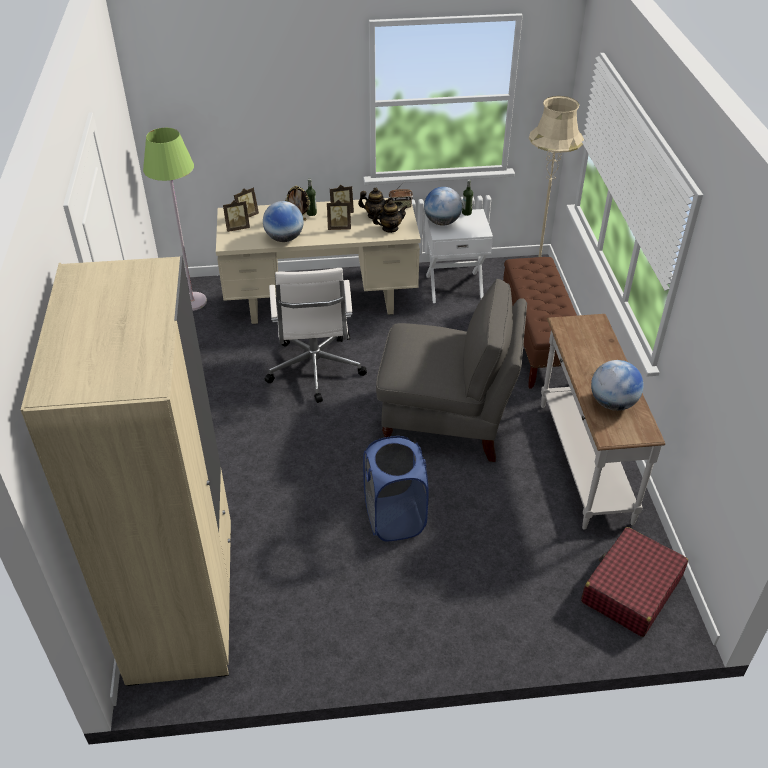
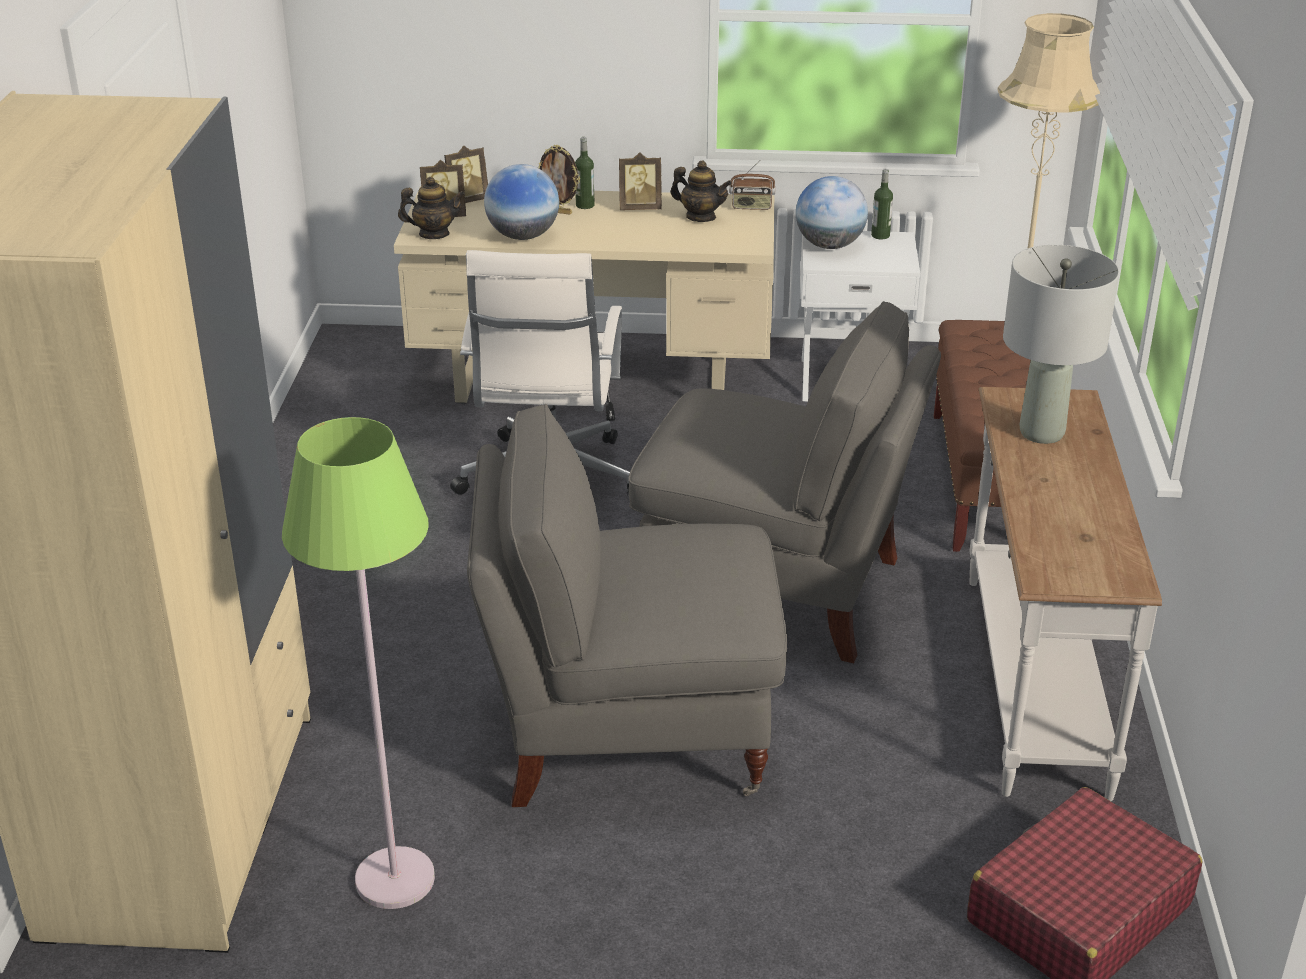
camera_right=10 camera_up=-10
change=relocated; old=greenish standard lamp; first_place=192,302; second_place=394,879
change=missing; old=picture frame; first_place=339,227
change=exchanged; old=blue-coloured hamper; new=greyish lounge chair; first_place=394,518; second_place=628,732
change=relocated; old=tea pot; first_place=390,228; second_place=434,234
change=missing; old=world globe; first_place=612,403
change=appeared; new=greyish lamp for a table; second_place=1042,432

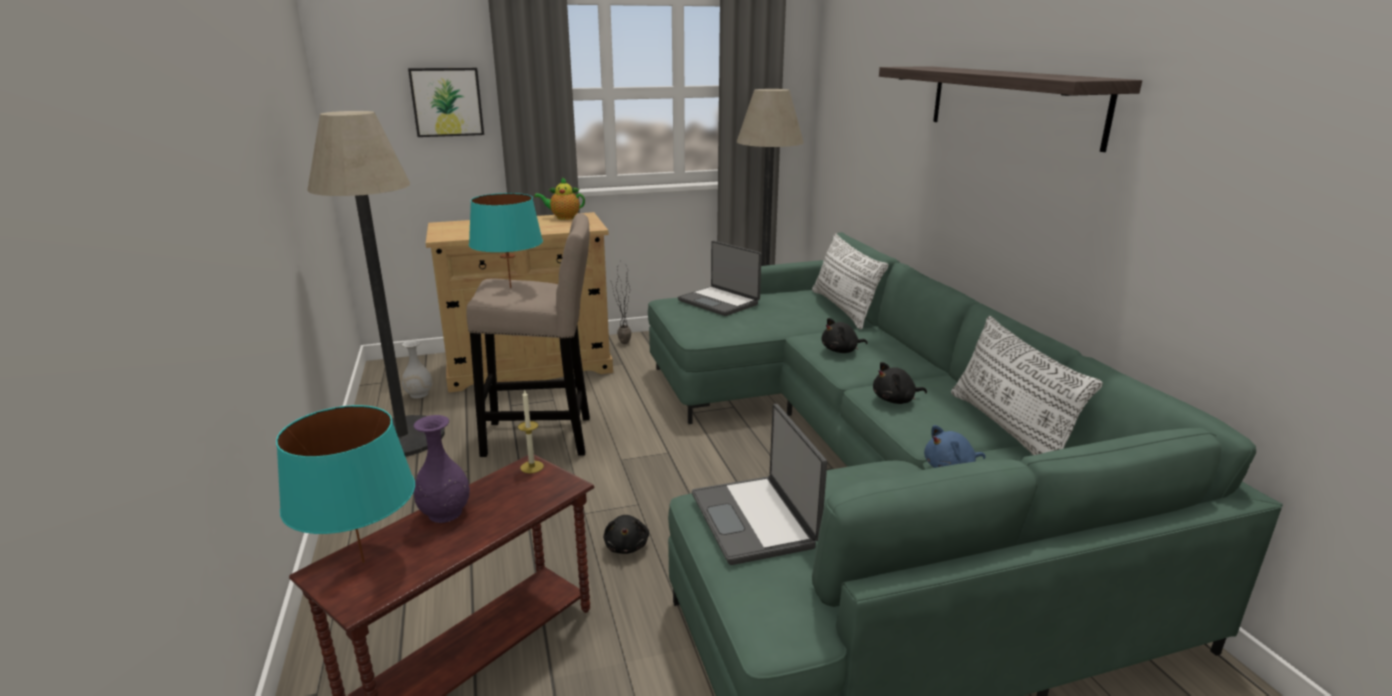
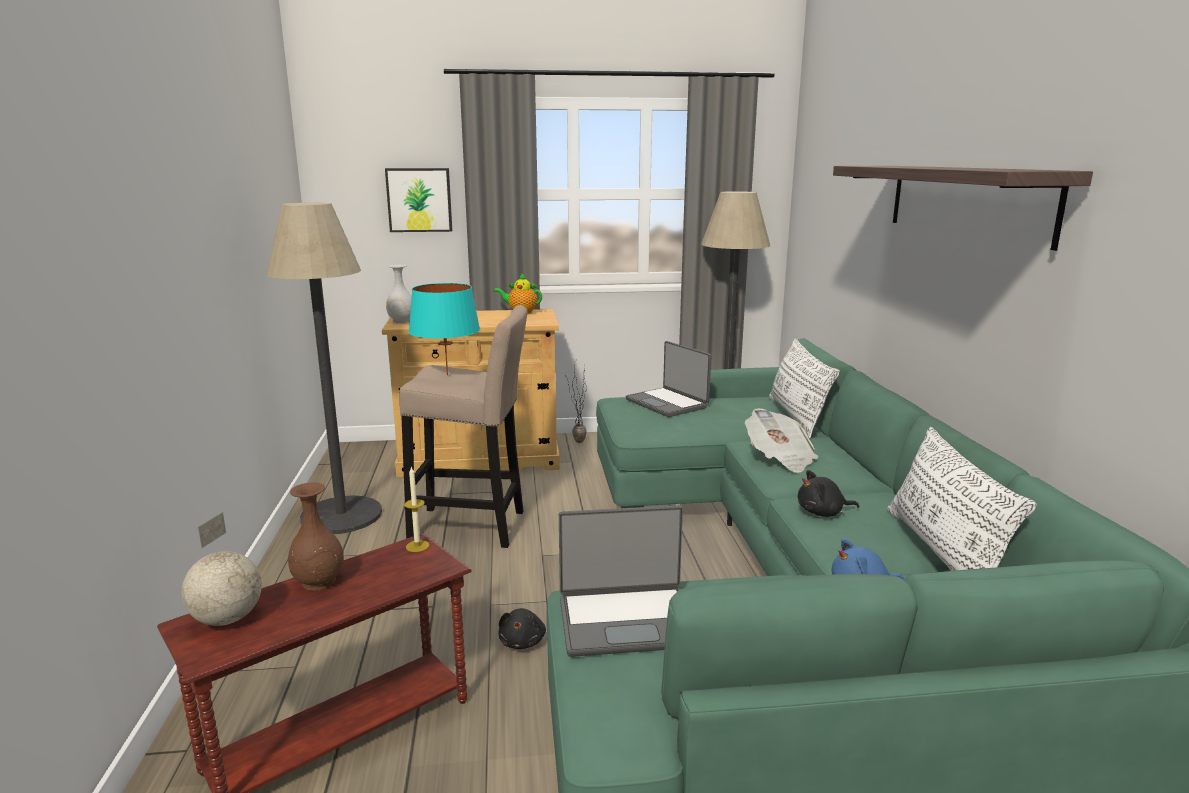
camera_right=10 camera_up=-5
change=exchanged; old=turquoise lamp for a table; new=world globe; first_place=363,562; second_place=226,619
change=relocated; old=whitish decorative vase; first_place=419,394; second_place=401,321
change=colour; old=purple-coloured decorative vase; new=brown decorative vase; first_place=444,513; second_place=318,582
change=spun; old=portable computer; first_place=755,520; second_place=626,621; degrees=-90
change=exchanged; old=black plush toy; new=daily paper; first_place=841,350; second_place=780,458

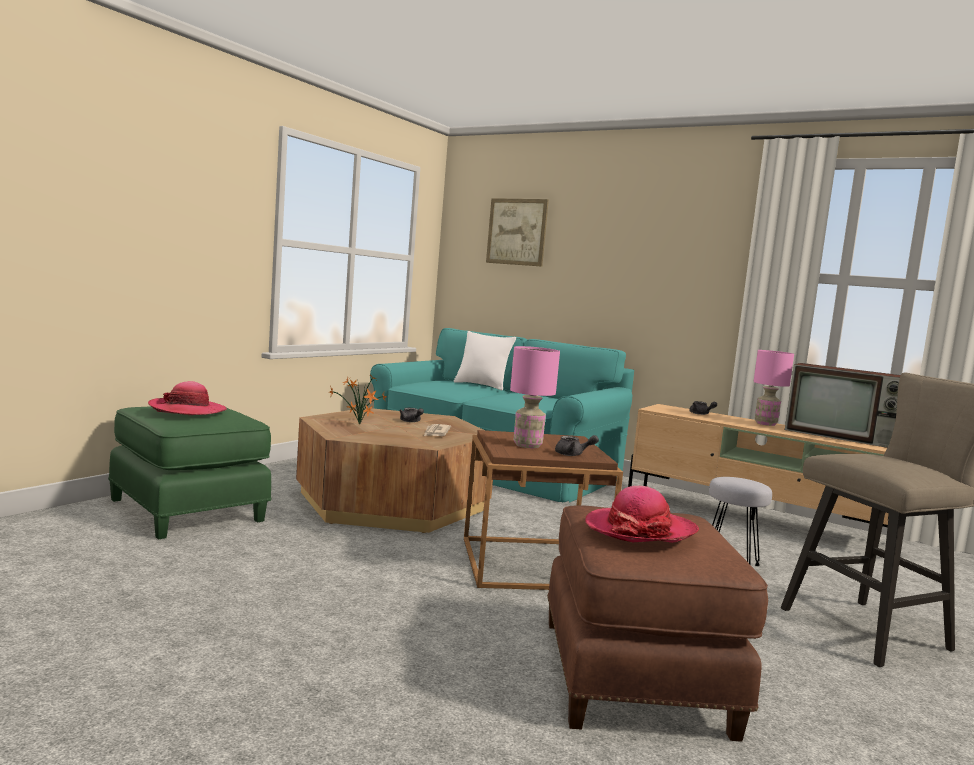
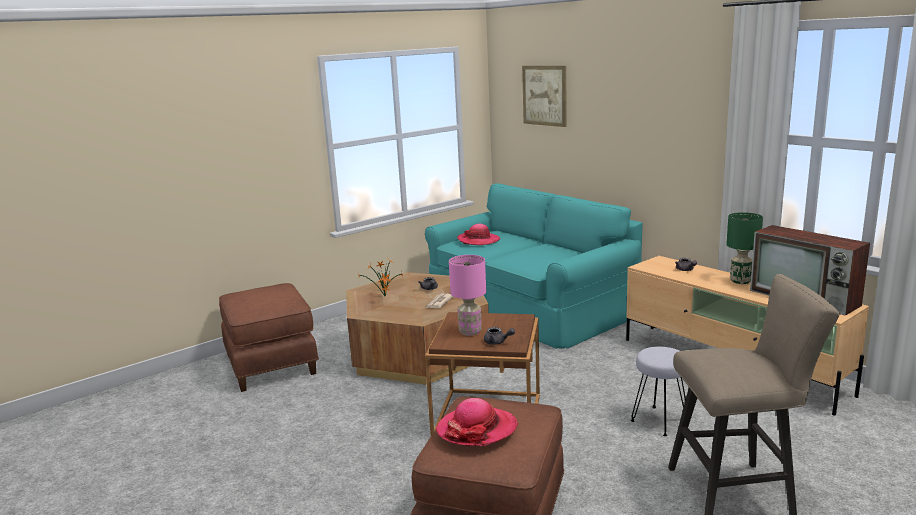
camera_right=20 camera_up=10
change=colour; old=greenish pouffe; new=brown pouffe; first_place=189,510; second_place=272,363
change=relocated; old=wearable hat; first_place=187,410; second_place=478,240
change=missing; old=whitish pillow; first_place=481,385
change=colour; old=pink lamp for a table; new=greenish lamp for a table; first_place=766,424; second_place=741,281

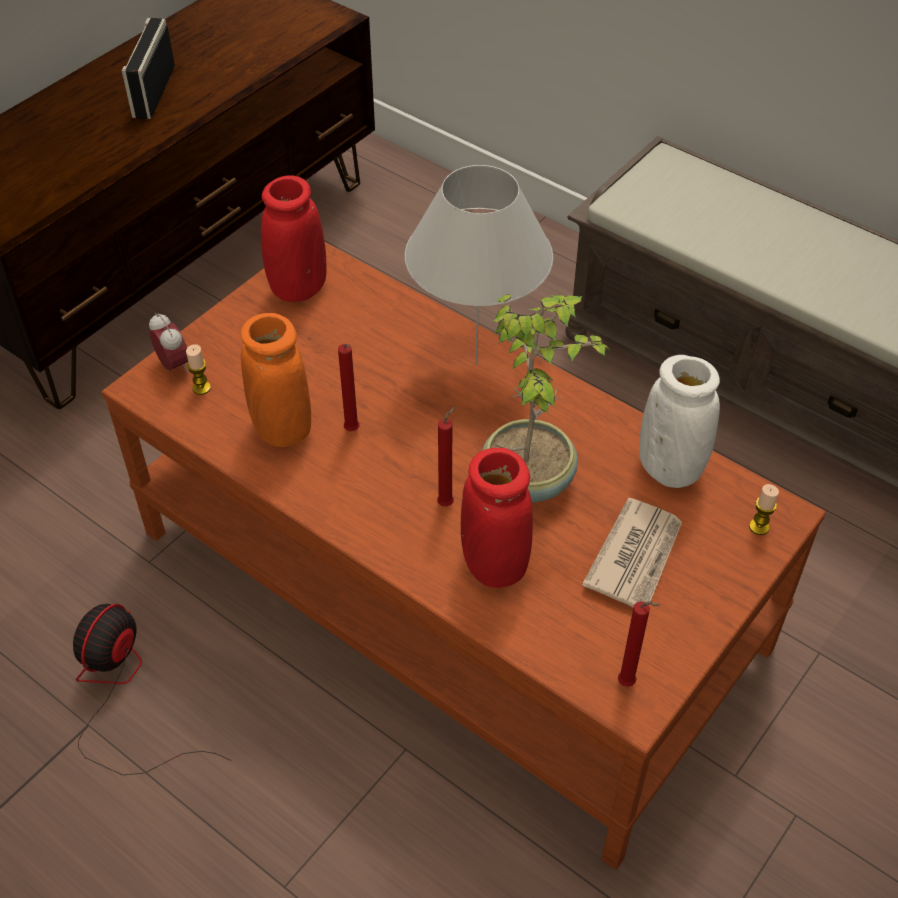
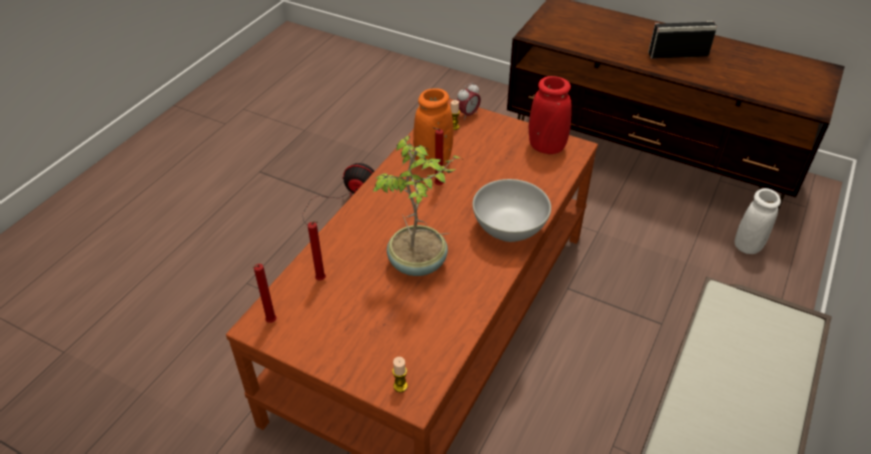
camera_right=80 camera_up=-5
change=exchanged; old=whitish lamp for a table; new=whitish bowl; first_place=476,364; second_place=508,229
change=relocated; old=red wax candle; first_place=447,502; second_place=322,280
change=missing; old=red decorative vase; first_place=494,564
change=missing; old=daily paper; first_place=636,556
change=relocated; old=whitish decorative vase; first_place=670,468; second_place=748,246

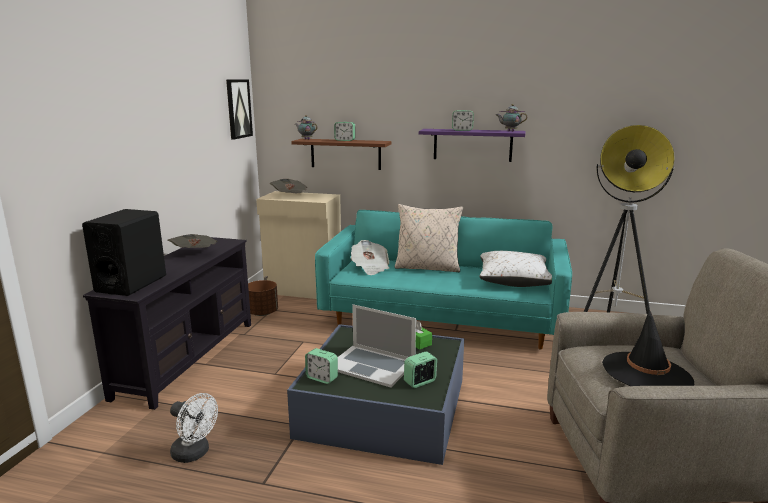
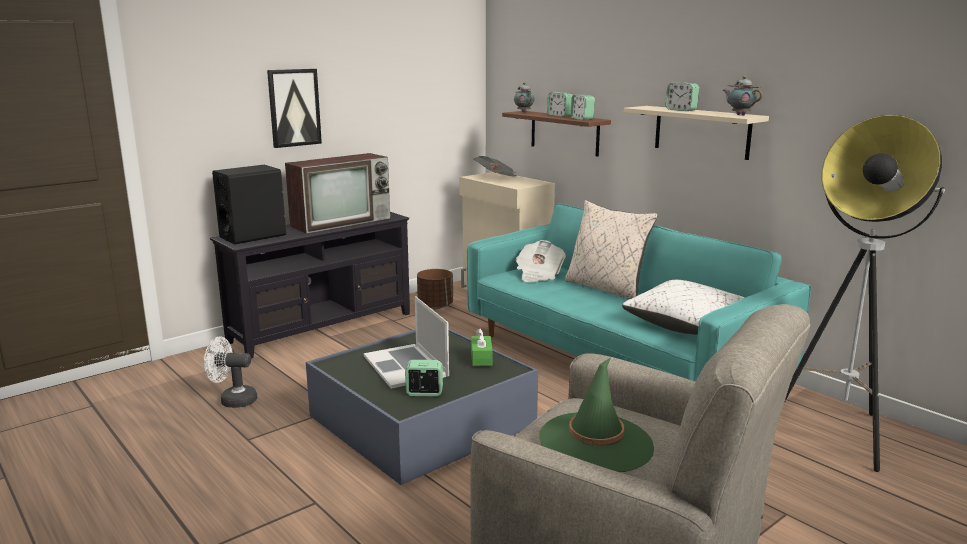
camera_right=35 camera_up=0
change=exchanged; old=daily paper; new=television; first_place=195,254; second_place=342,222
change=spun; old=whitish fan; first_place=195,453; second_place=233,400; degrees=120
change=relocated; old=wall picture; first_place=238,108; second_place=294,107
change=relocated; old=bedside clock; first_place=322,378; second_place=582,119
change=colour; old=purple-coloured shelf; new=beige-coloured shelf; first_place=472,145; second_place=701,132
change=colour; old=black wearable hat; new=greenish wearable hat; first_place=646,373; second_place=596,443

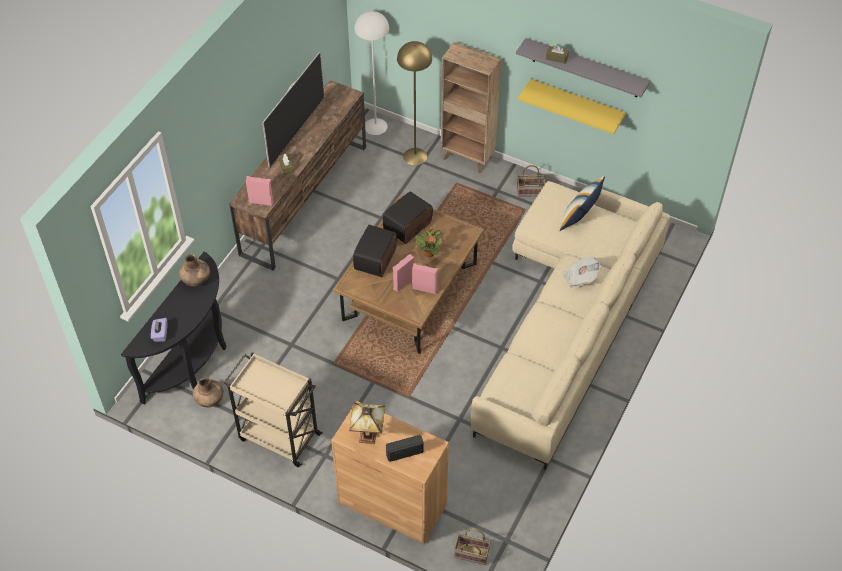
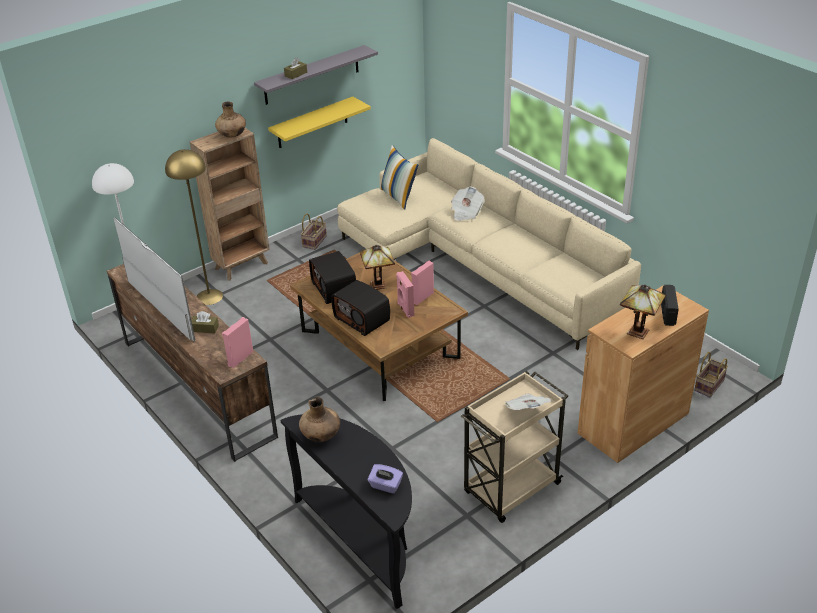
camera_right=-65 camera_up=-15
change=relocated; old=brown decorative vase; first_place=210,399; second_place=232,135
change=exchanged; old=houseplant; new=lamp for a table; first_place=429,253; second_place=379,284
change=appeared; new=daily paper; second_place=526,410

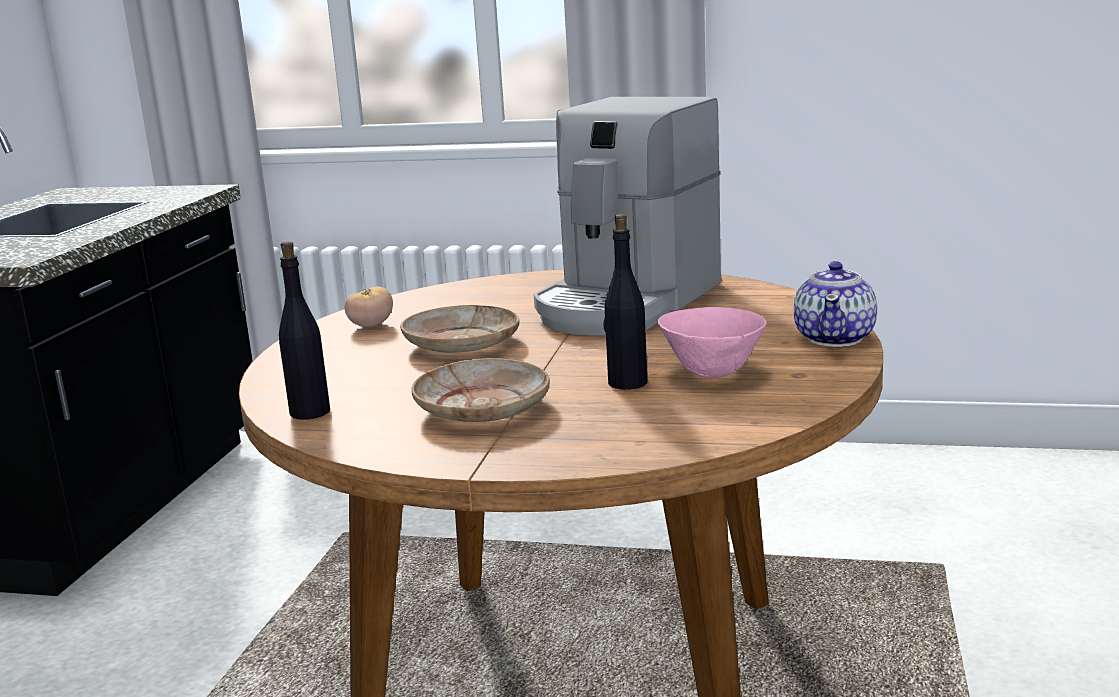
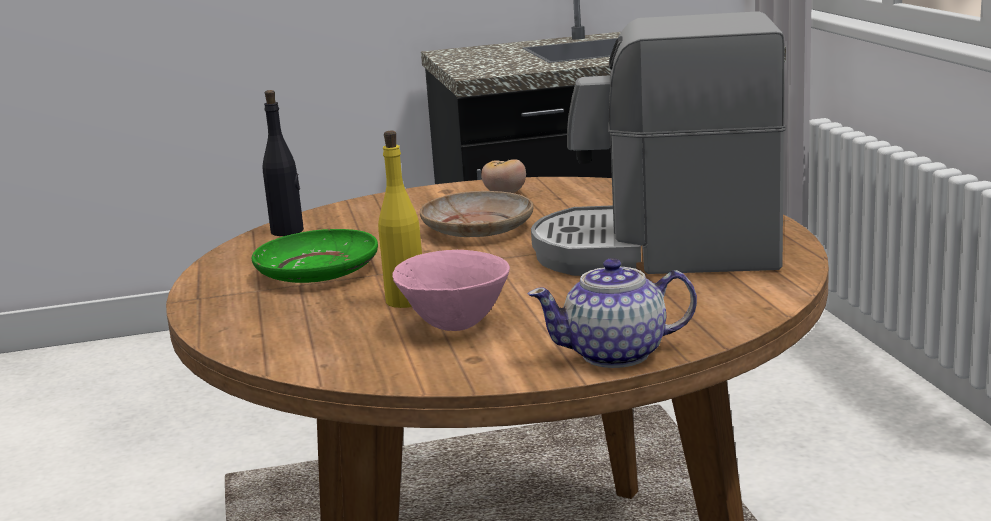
camera_right=65 camera_up=0
change=colour; old=beige-coloured dinner plate; new=greenish dinner plate; first_place=483,408; second_place=318,272
change=colour; old=black drink bottle; new=yellow-coloured drink bottle; first_place=627,383; second_place=406,301

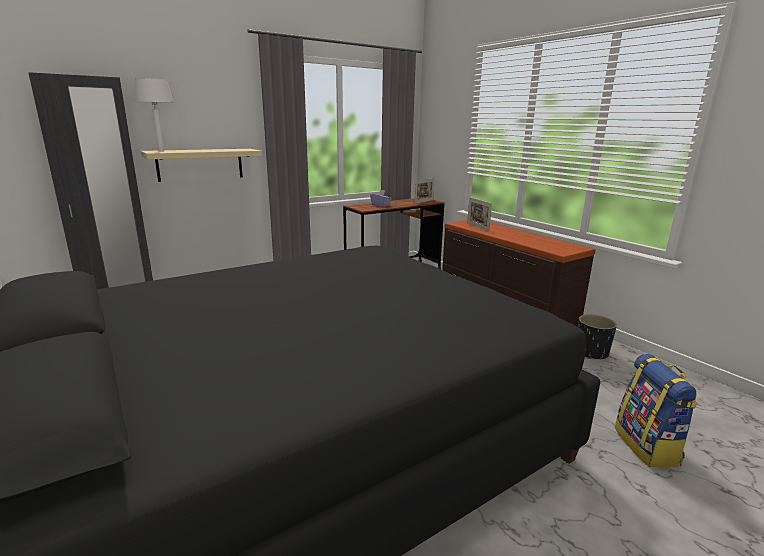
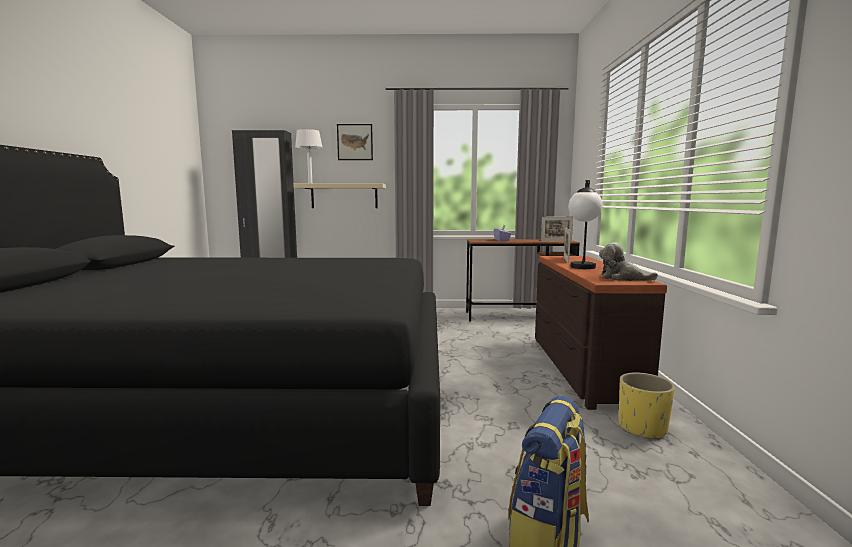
camera_right=35 camera_up=-10
change=colour; old=black flower pot; new=yellow-coloured flower pot; first_place=591,353; second_place=642,429
change=appeared; new=wall picture; second_place=355,142
change=appeared; new=lamp for a table; second_place=582,268
change=appeared; new=plush toy; second_place=622,278

